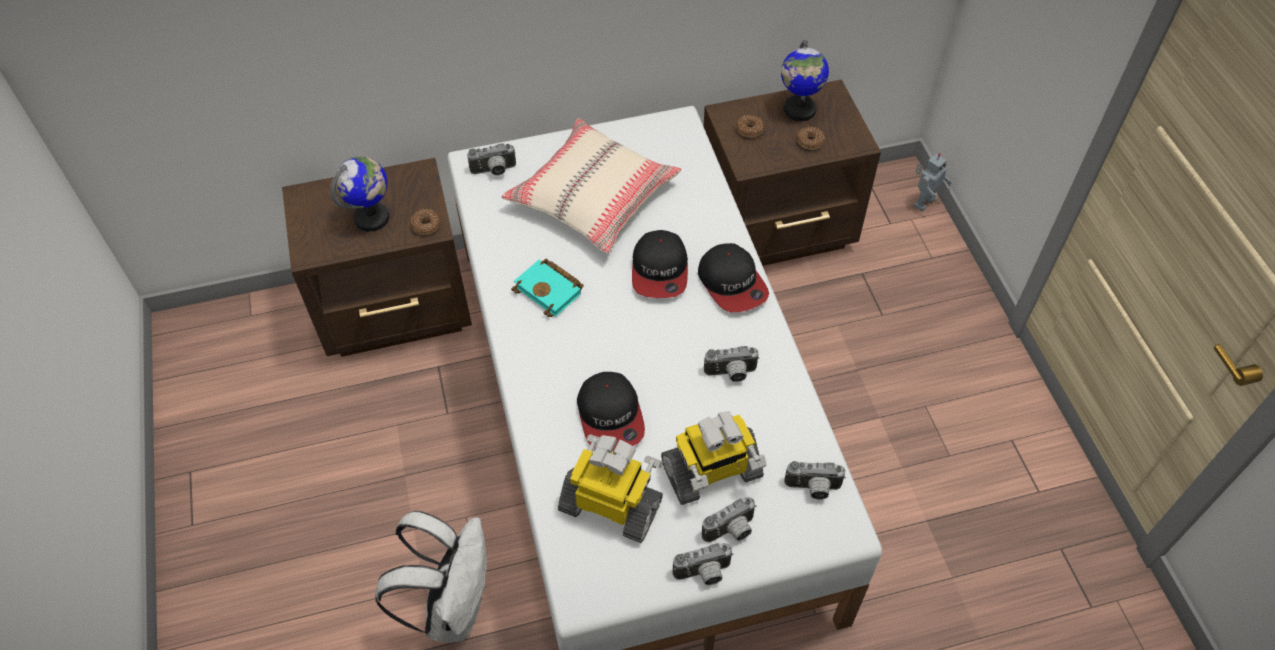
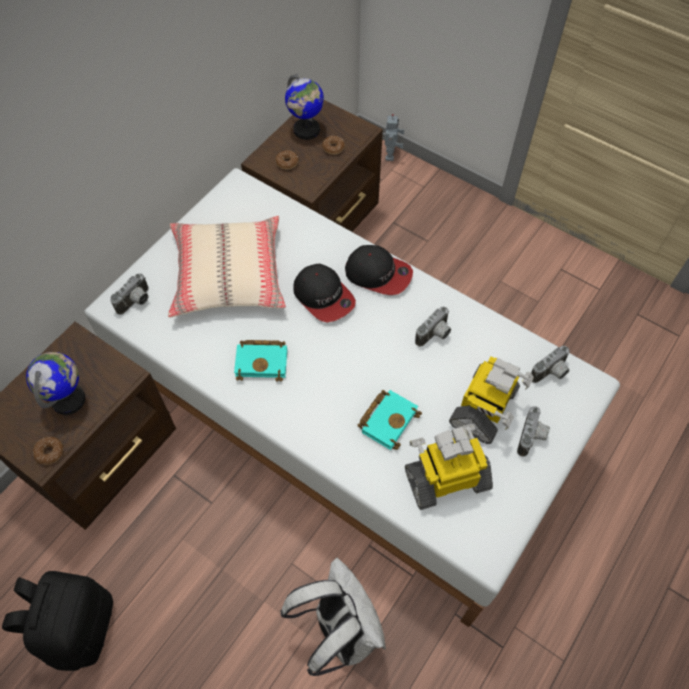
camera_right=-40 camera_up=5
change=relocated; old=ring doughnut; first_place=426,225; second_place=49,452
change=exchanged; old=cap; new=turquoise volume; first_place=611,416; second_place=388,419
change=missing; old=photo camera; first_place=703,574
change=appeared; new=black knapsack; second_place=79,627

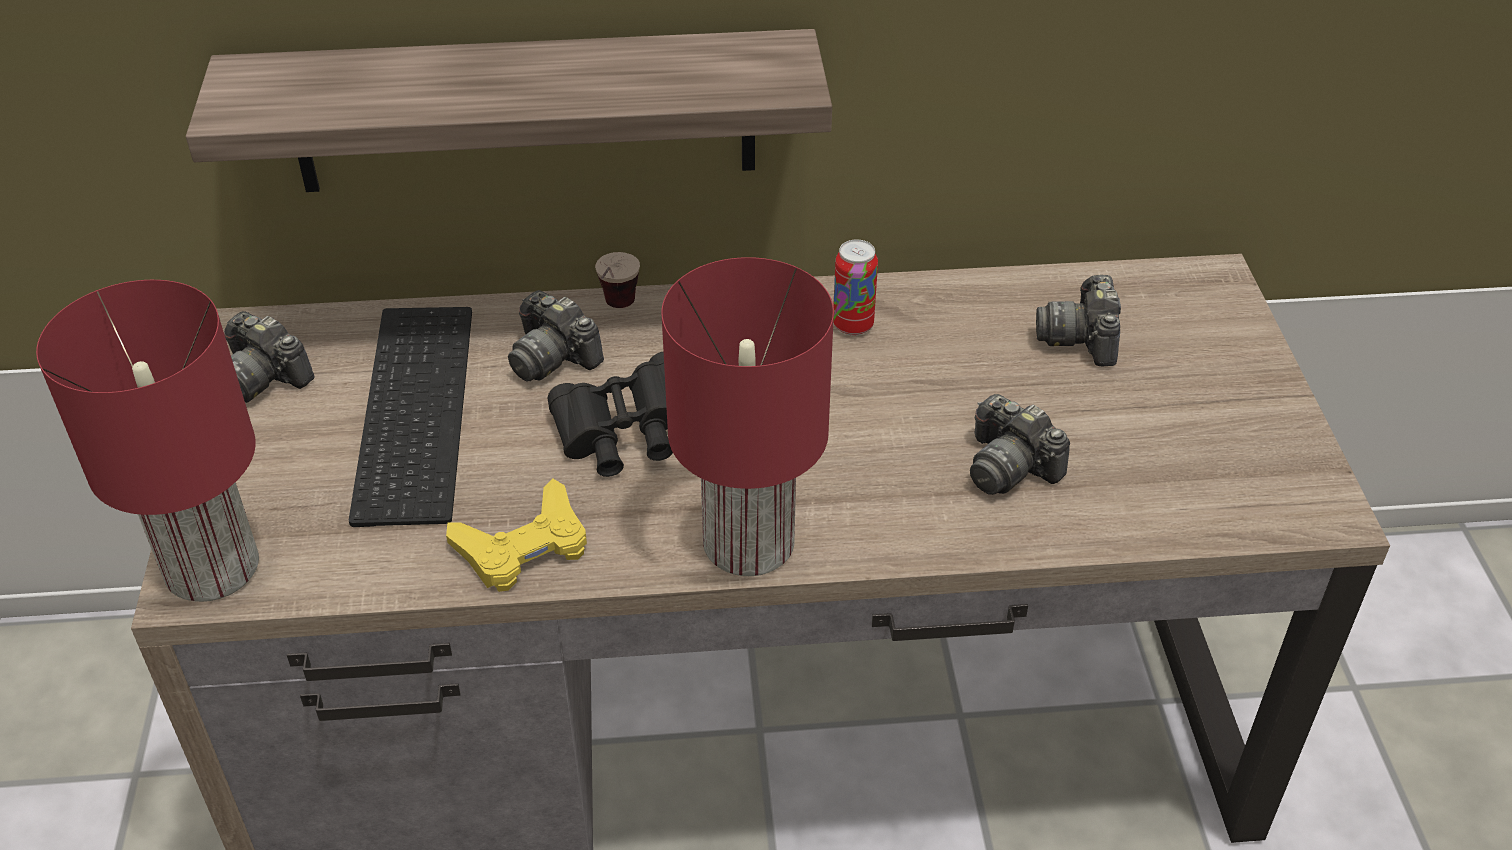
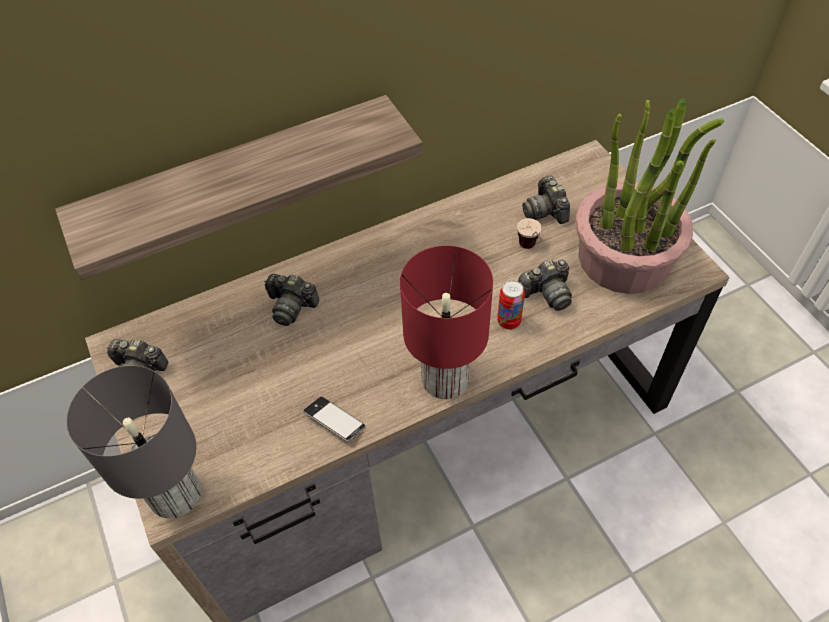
camera_right=-20 camera_up=10
change=colour; old=red lamp for a table; new=greyish lamp for a table; first_place=209,568; second_place=173,494
change=missing; old=PC keyboard; first_place=409,409
change=exchanged; old=yellow-coloured gamepad; new=handset; first_place=524,547; second_place=334,421
change=missing; old=black pair of binoculars; first_place=624,437
change=relocated; old=cup; first_place=616,311; second_place=530,250
change=relocated; old=metal can; first_place=853,325; second_place=508,321
change=spun; old=photo camera; first_place=1009,467; second_place=546,293; degrees=-45
change=appeared; new=houseplant; second_place=624,259

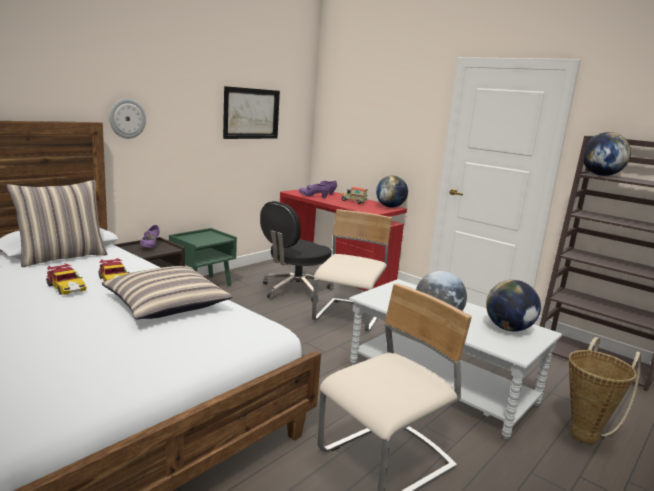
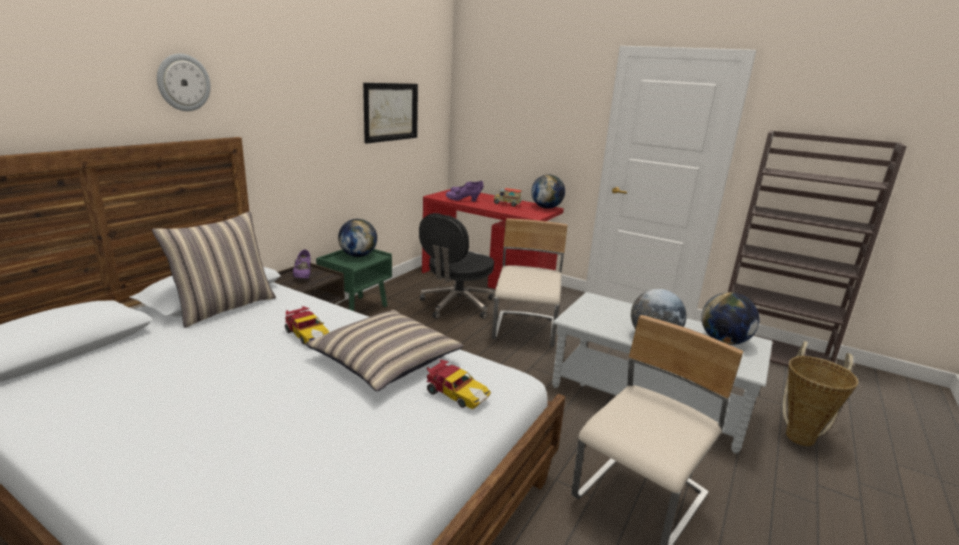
camera_right=-10 camera_up=5
change=relocated; old=miniature car; first_place=66,288; second_place=456,394
change=relocated; old=wall clock; first_place=127,118; second_place=183,82
change=relocated; old=world globe; first_place=601,175; second_place=358,255

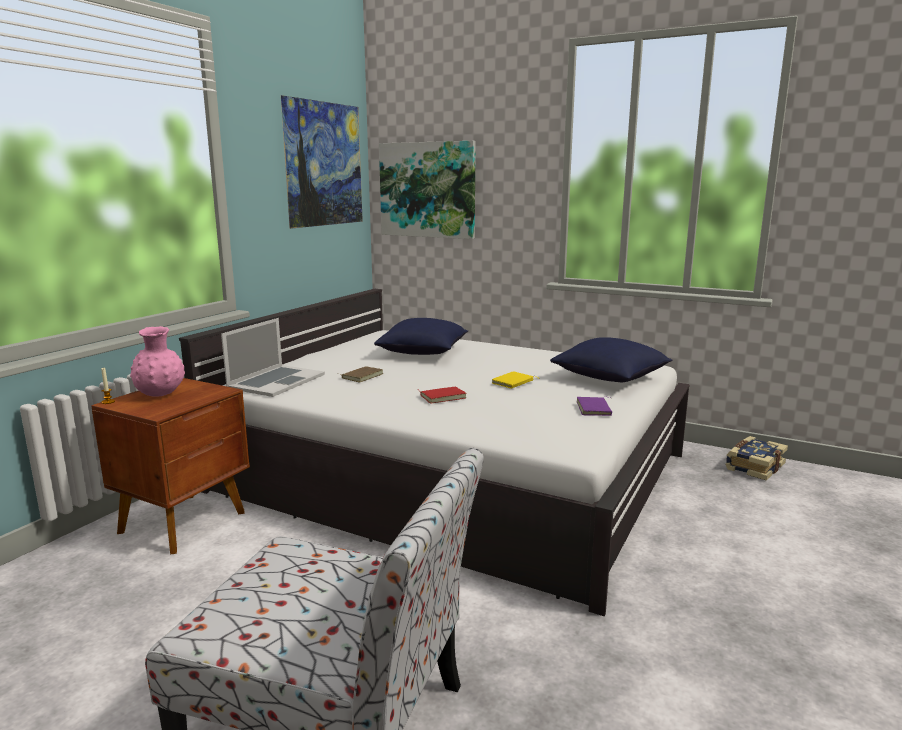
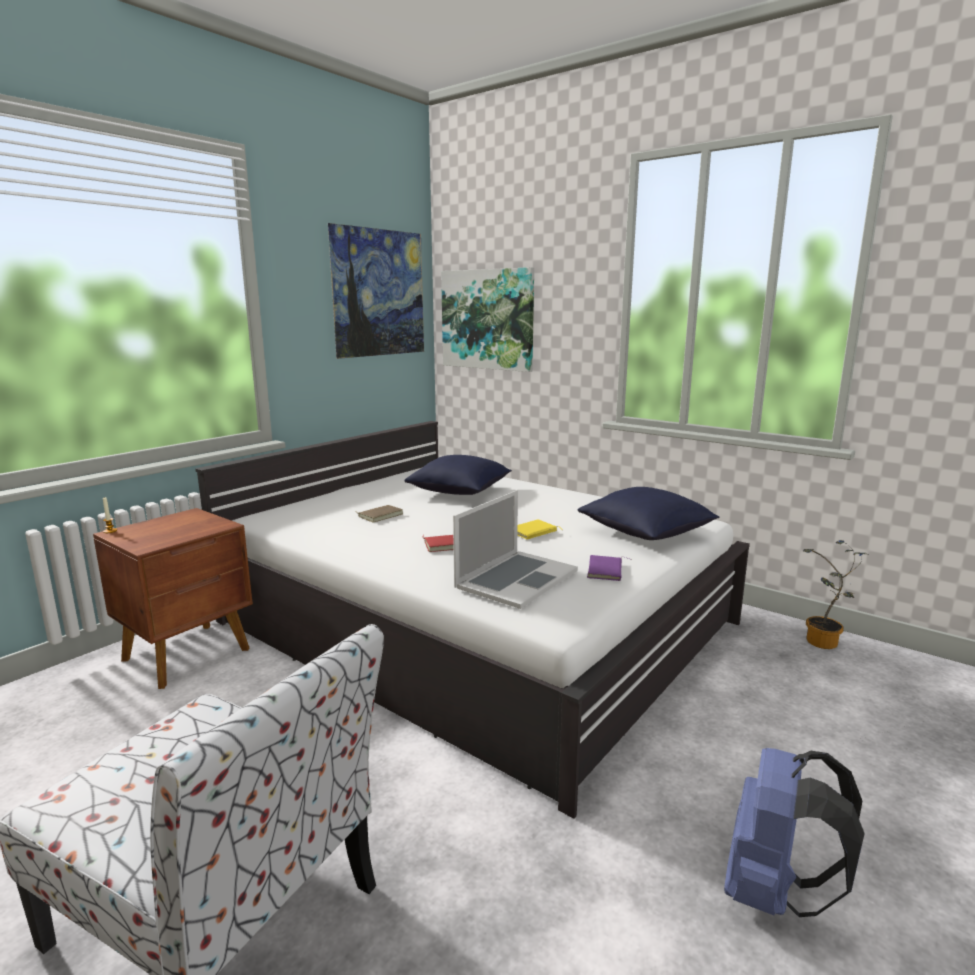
camera_right=10 camera_up=0
change=missing; old=pink decorative vase; first_place=160,395
change=relocated; old=portable computer; first_place=276,381; second_place=516,578
change=exchanged; old=volume; new=houseplant; first_place=753,466; second_place=823,644
change=appeared; new=blue-coloured knapsack; second_place=773,891

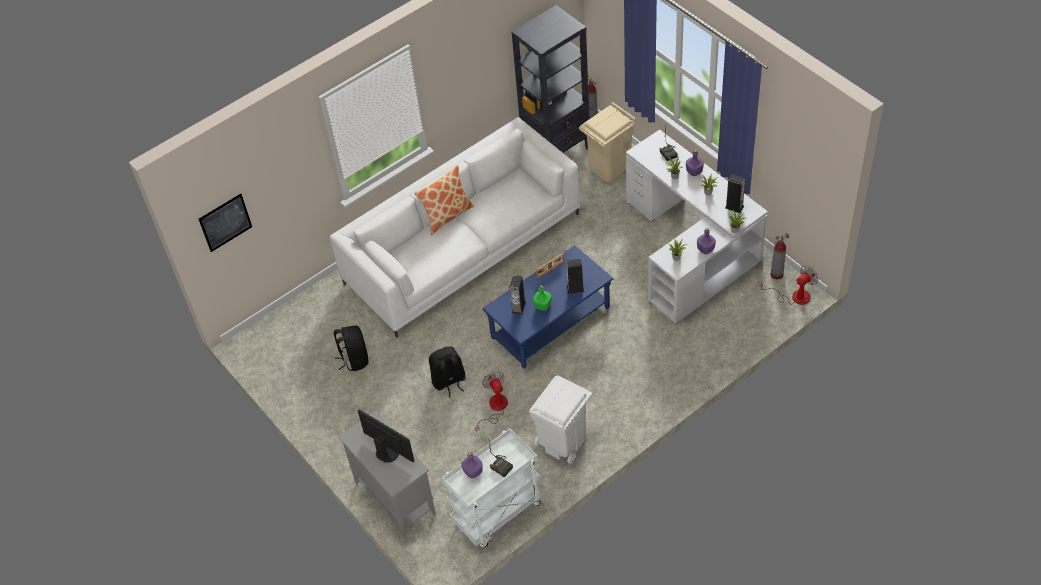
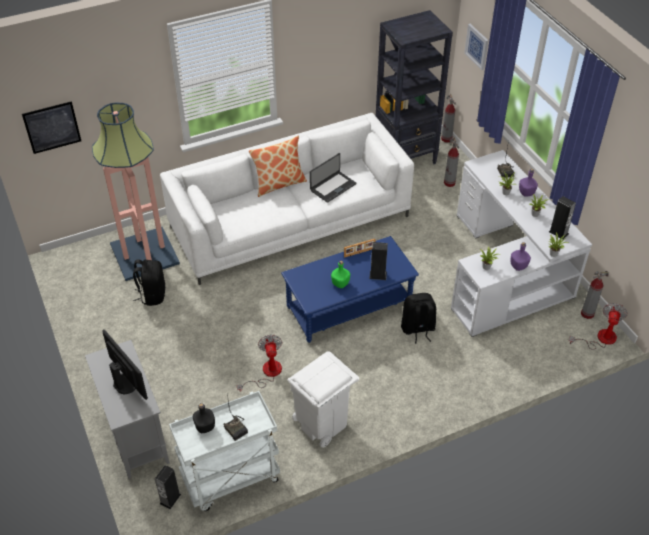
camera_right=10 camera_up=-5
change=relocated; old=black knapsack; first_place=449,381; second_place=417,329
change=colour; old=purple-coloured drink bottle; new=black drink bottle; first_place=473,472; second_place=205,426
change=relocated; old=loudspeaker; first_place=518,307; second_place=170,499
change=exchanged; old=beige-coloured rubbish bin; new=fire-fighting cylinder; first_place=609,167; second_place=449,183
change=spun; old=fan; first_place=794,296; second_place=600,339; degrees=-45
change=appeared; new=standard lamp; second_place=145,254
change=appeared; new=portable computer; second_place=332,187
change=appeared; new=wall picture; second_place=477,46

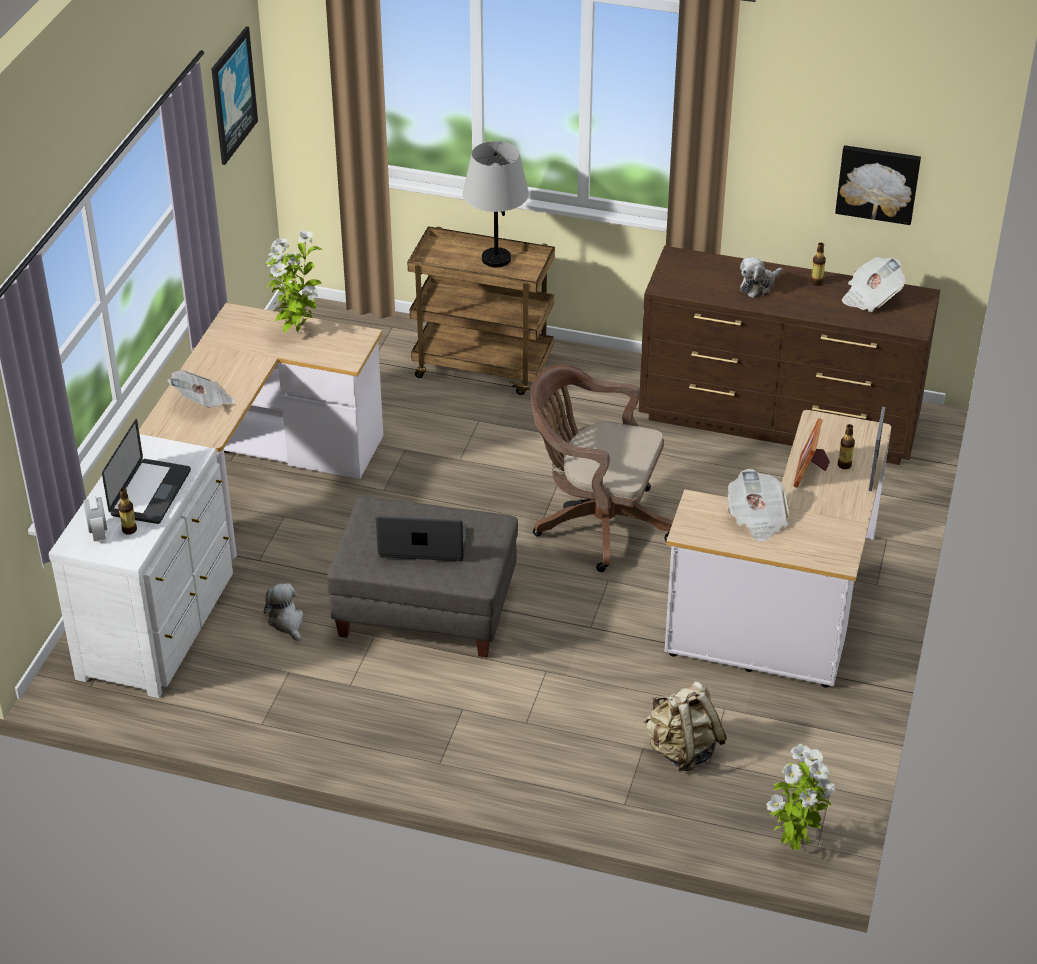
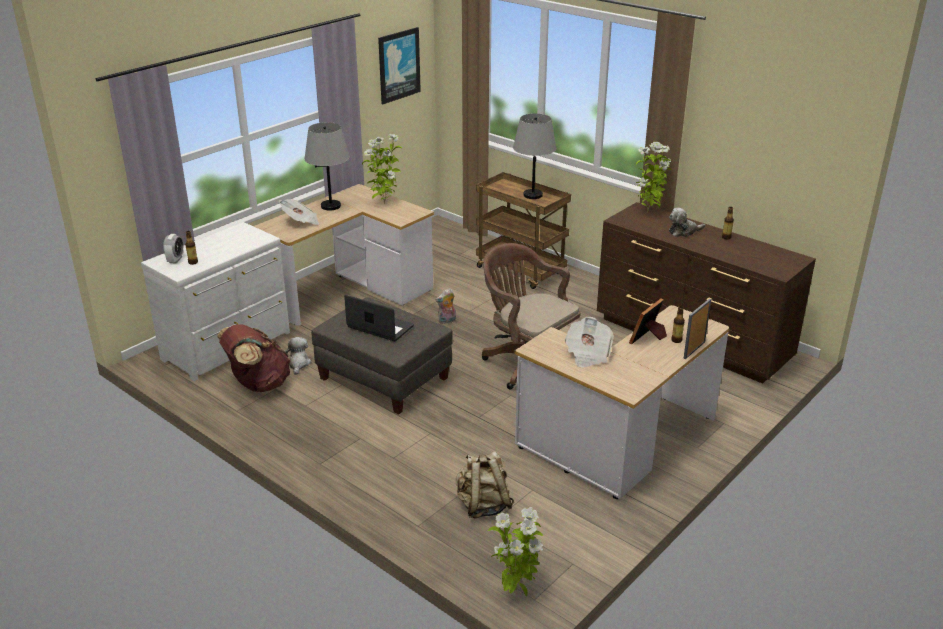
camera_right=25 camera_up=-10
change=missing; old=portable computer; first_place=150,493
change=missing; old=wall picture; first_place=878,183
change=missing; old=daily paper; first_place=870,297
change=appeared; new=brown knapsack; second_place=258,384
change=appeared; new=greyish lamp for a table; second_place=331,206
change=appeared; new=plush toy; second_place=447,321
change=appeared; new=houseplant; second_place=648,212

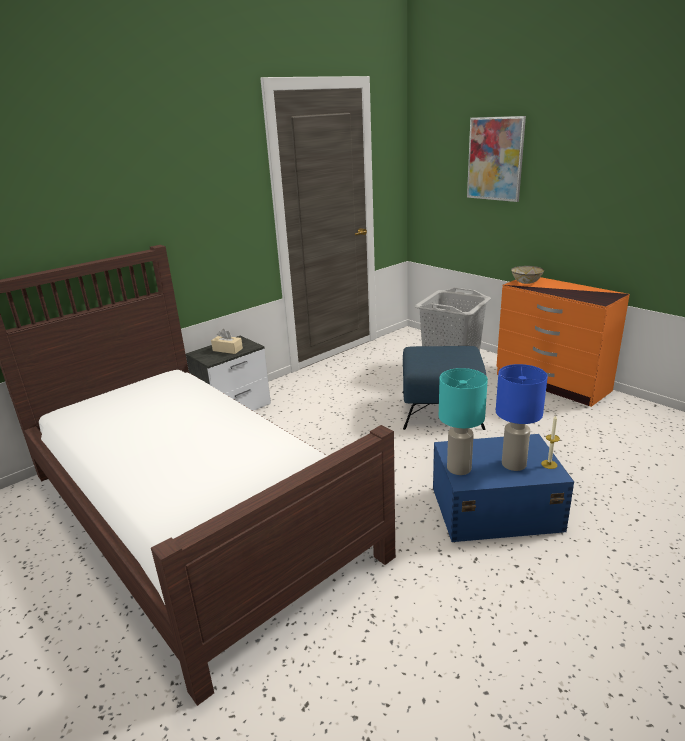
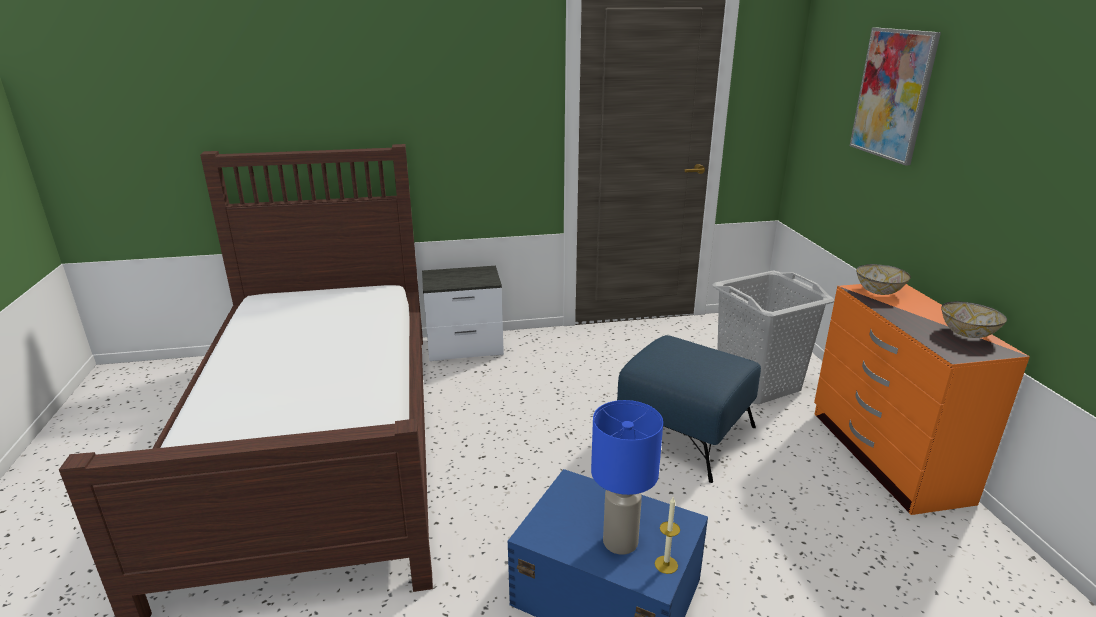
camera_right=30 camera_up=0
change=missing; old=beige-coloured tissue holder; first_place=227,349
change=missing; old=turquoise lamp for a table; first_place=459,468
change=appeared; new=bowl; second_place=966,333

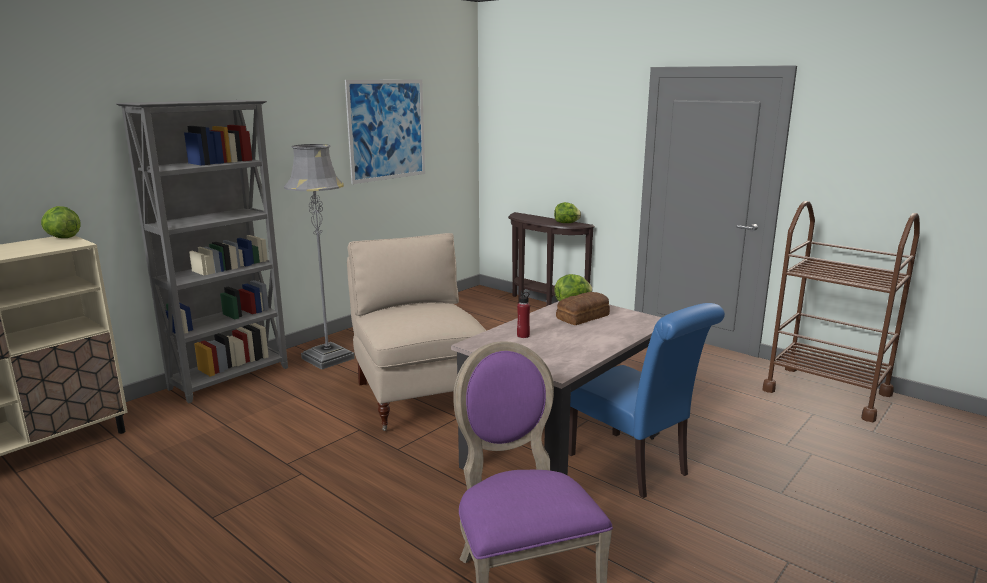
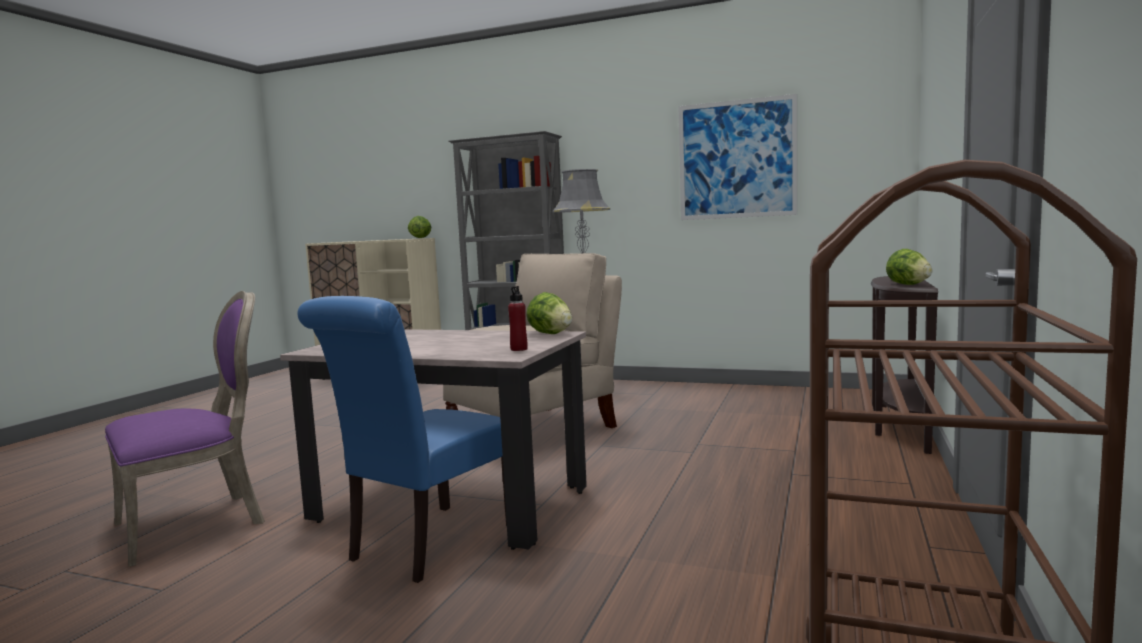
camera_right=70 camera_up=-10
change=relocated; old=red drink bottle; first_place=523,335; second_place=519,349
change=missing; old=baked bread; first_place=584,317

